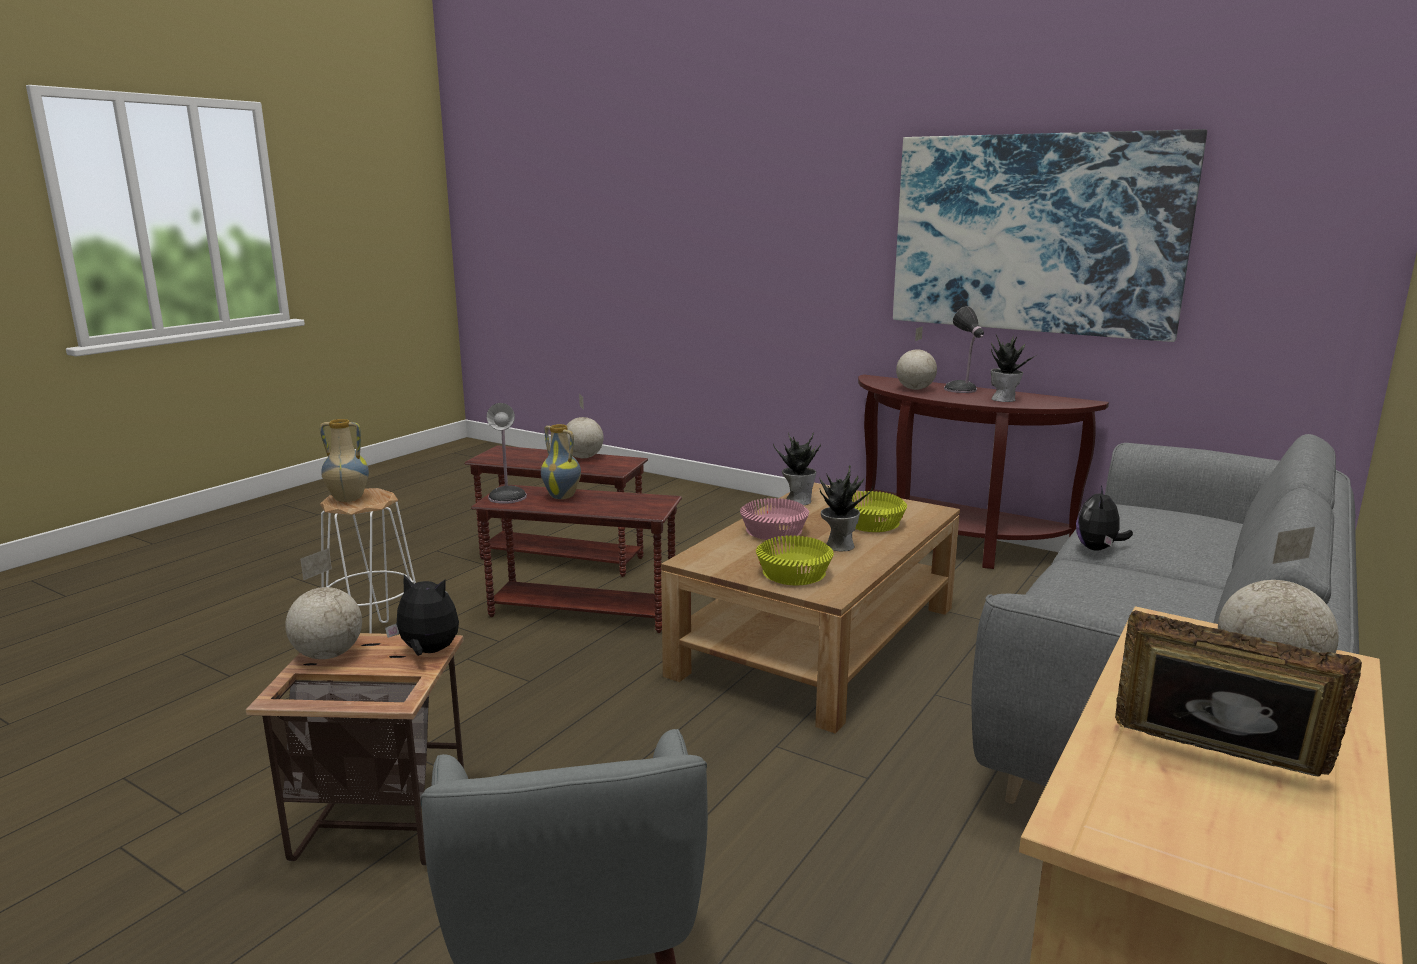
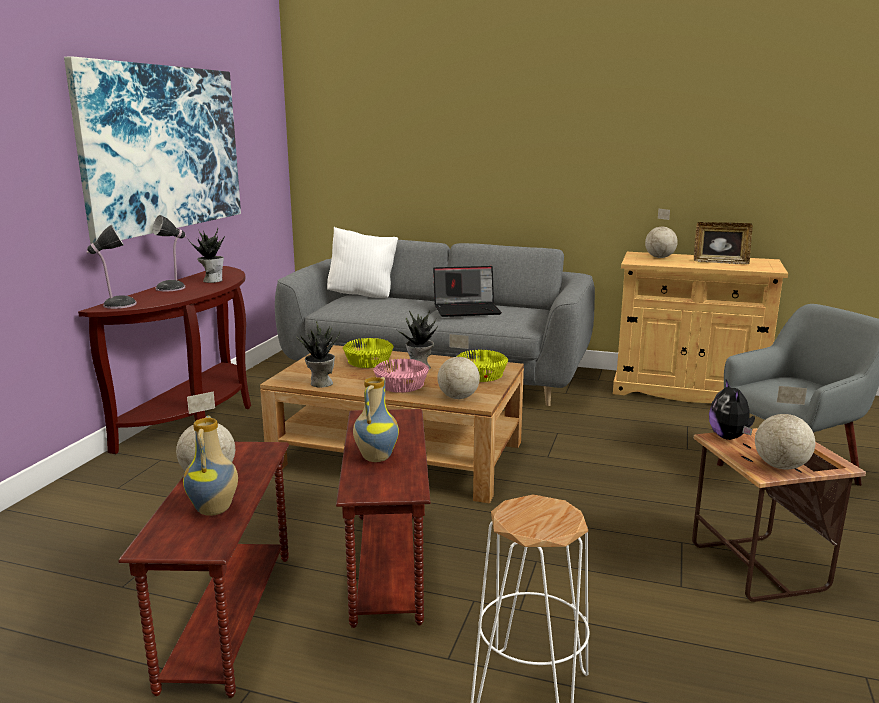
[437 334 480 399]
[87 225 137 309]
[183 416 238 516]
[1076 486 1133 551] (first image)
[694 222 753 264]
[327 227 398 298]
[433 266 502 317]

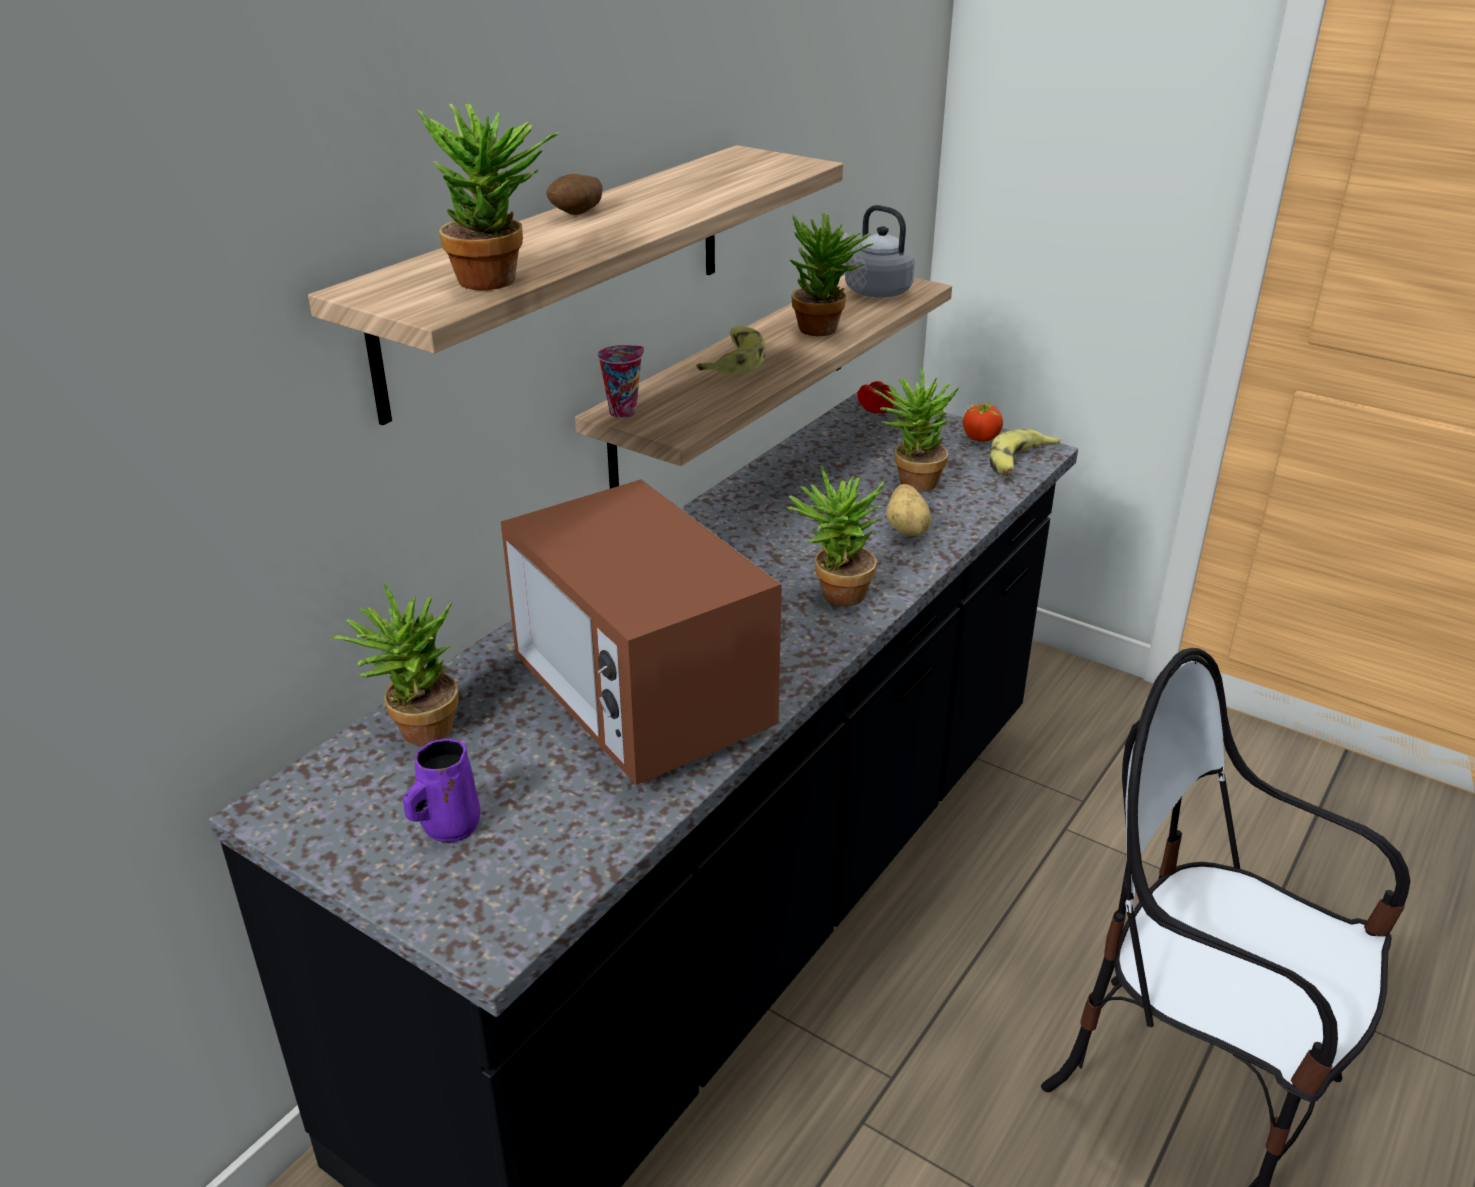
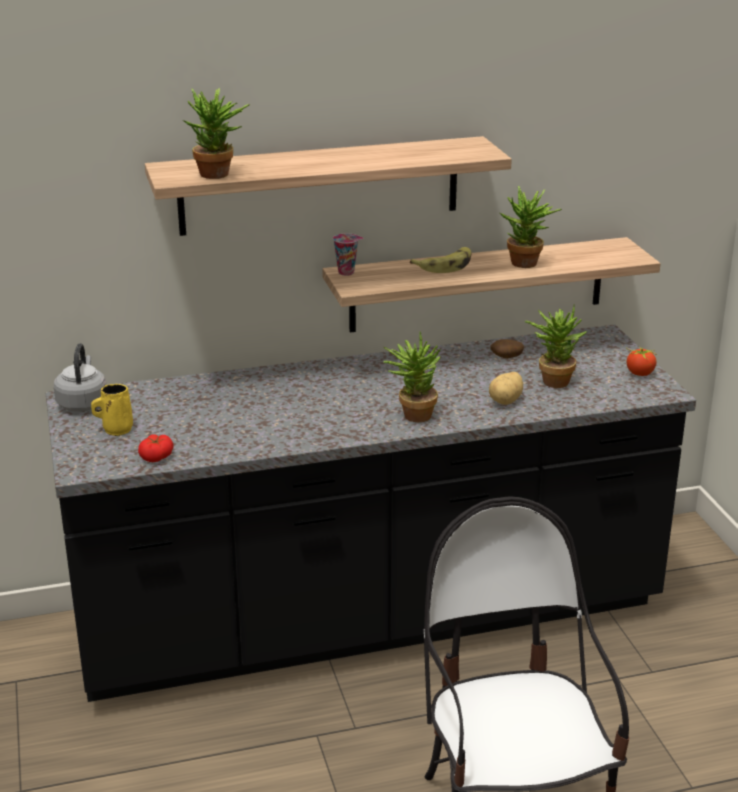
[490 339 524 359]
[54 343 106 412]
[138 434 174 462]
[990 429 1060 477] (first image)
[501 479 782 785] (first image)
[331 582 459 746] (first image)
[91 384 133 436]

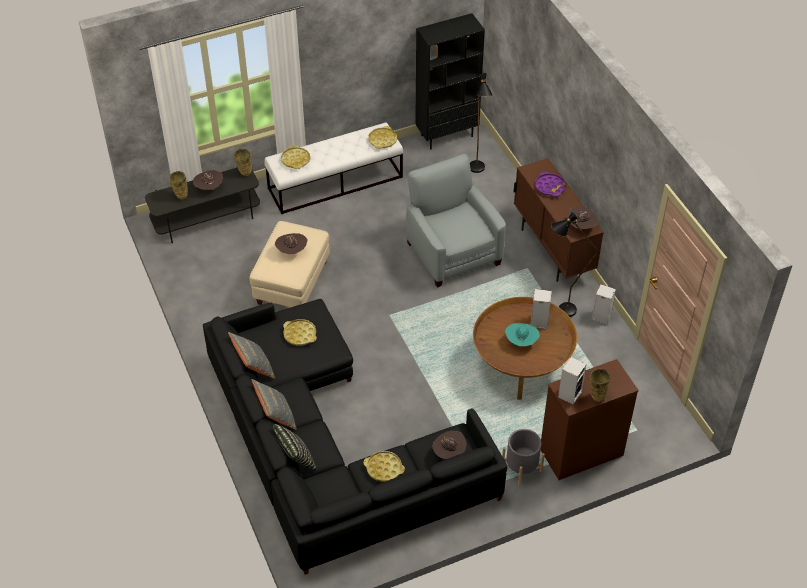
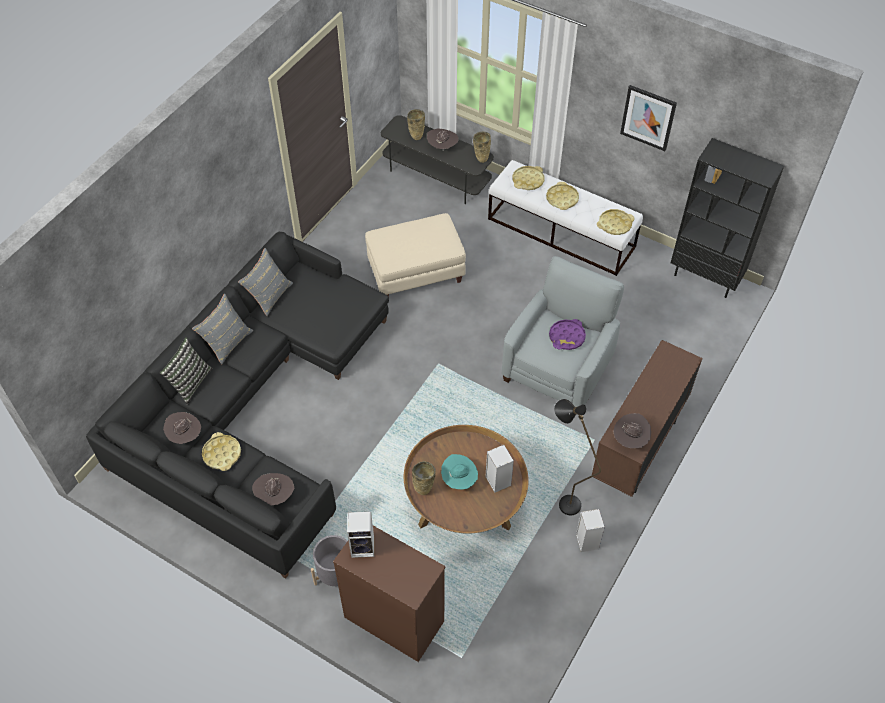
[470 73 493 173] (first image)
[549 319 586 350]
[163 412 201 444]
[546 182 579 210]
[412 461 436 495]
[620 85 677 151]

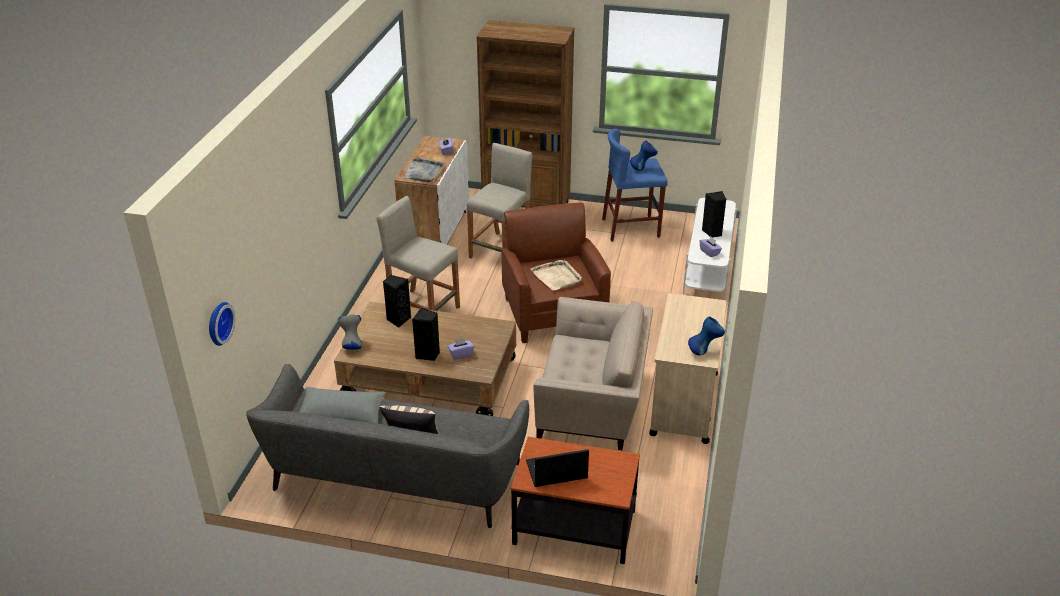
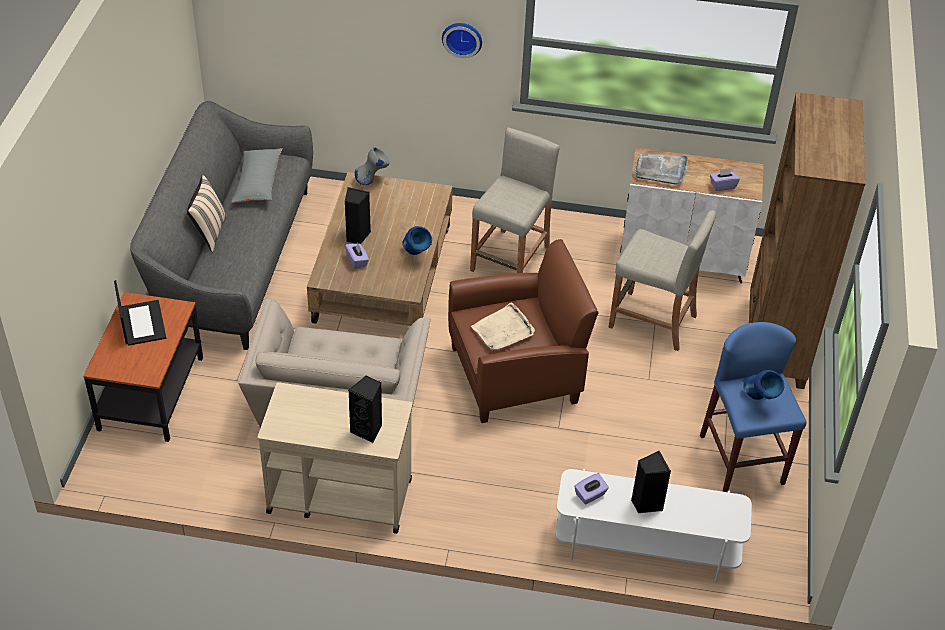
[348 376 382 443]
[442 23 482 58]
[402 226 432 255]

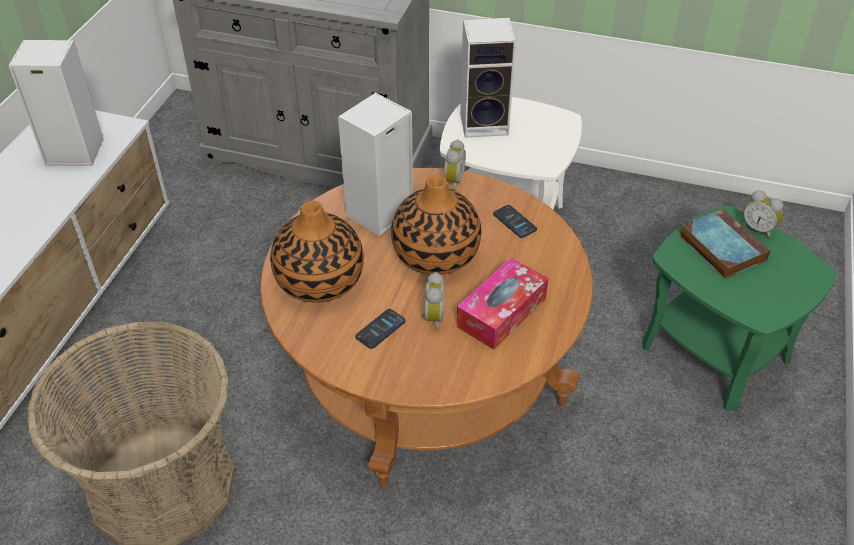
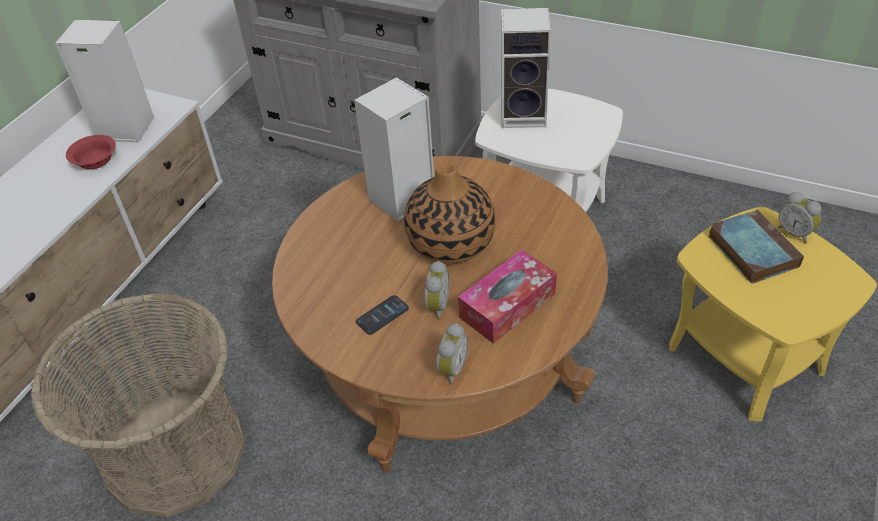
[436 323 468 385]
[270 200 364 303] (first image)
[493 205 537 238] (first image)
[669 207 877 422]
[66 135 116 169]

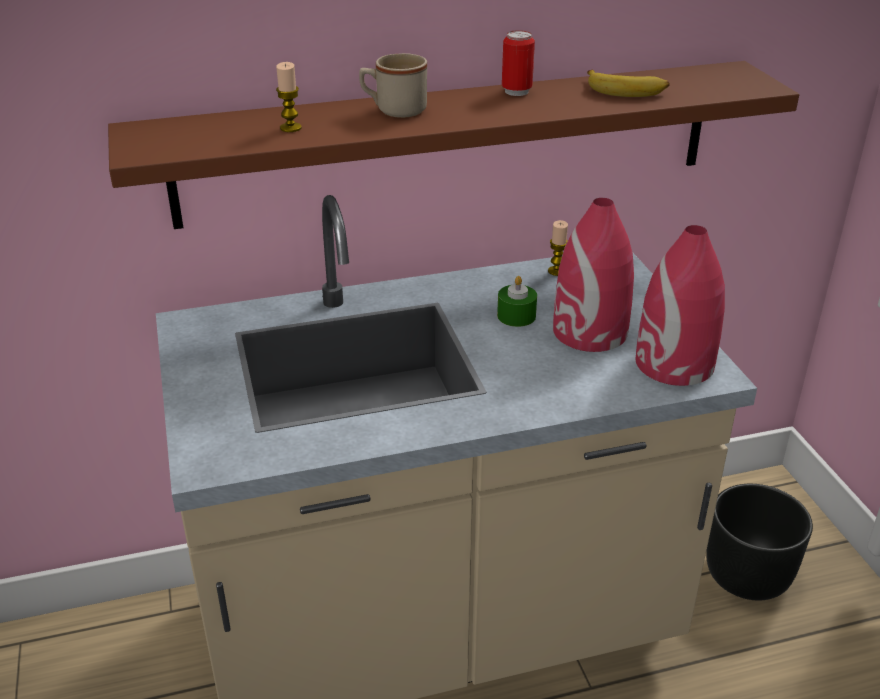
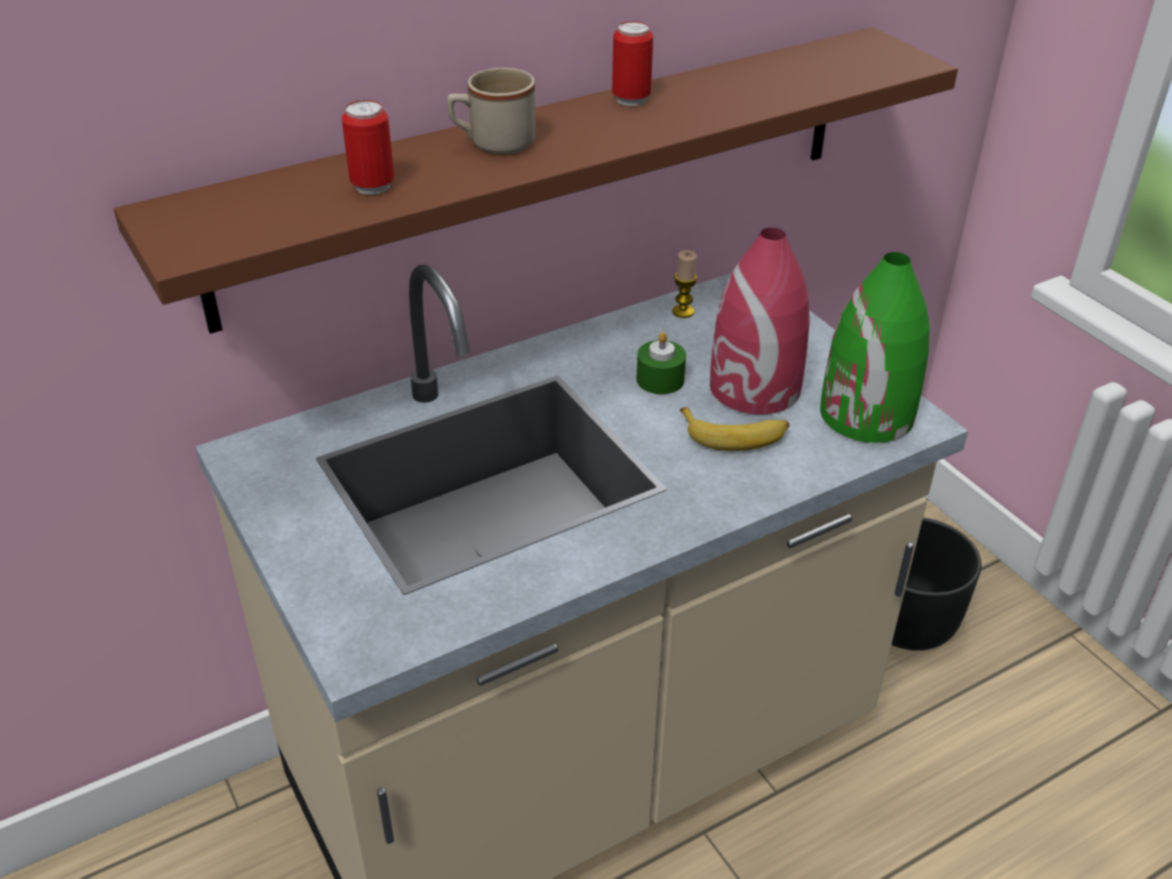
[341 100 394 195]
[680 407 789 451]
[820 252 930 443]

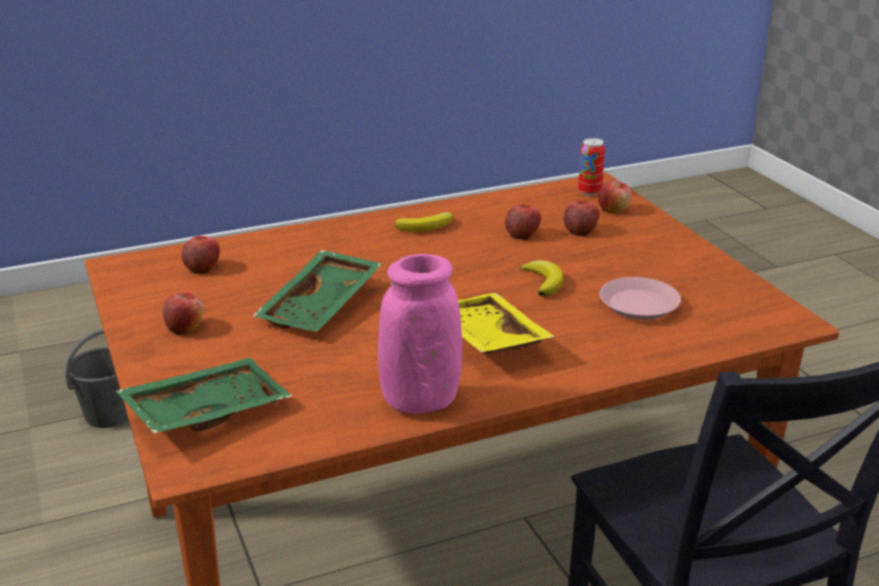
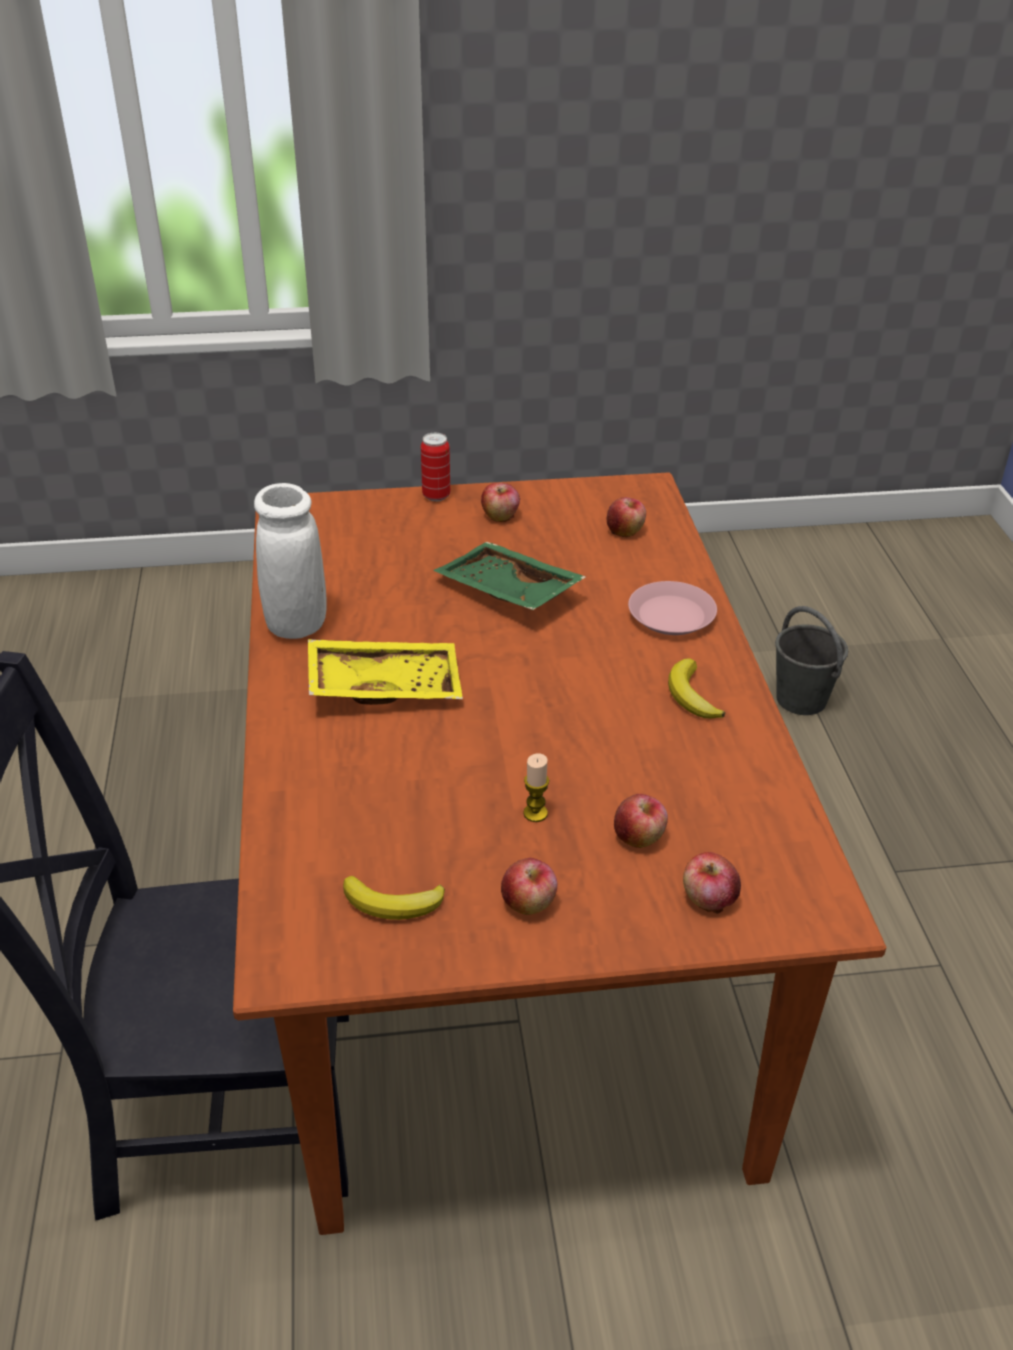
[421 433 450 501]
[501 858 558 915]
[254 483 326 639]
[343 876 445 920]
[628 581 717 635]
[116 358 292 433] (first image)
[523 753 549 822]

